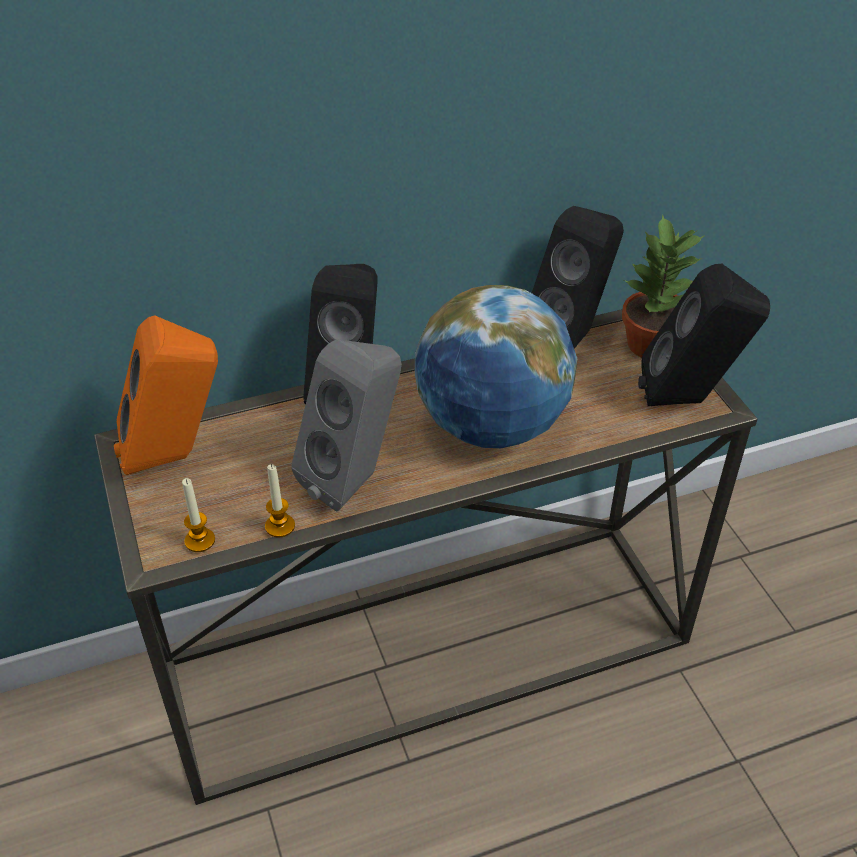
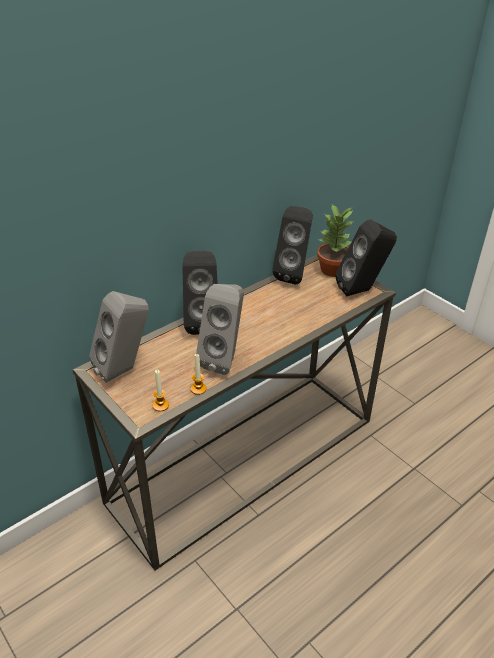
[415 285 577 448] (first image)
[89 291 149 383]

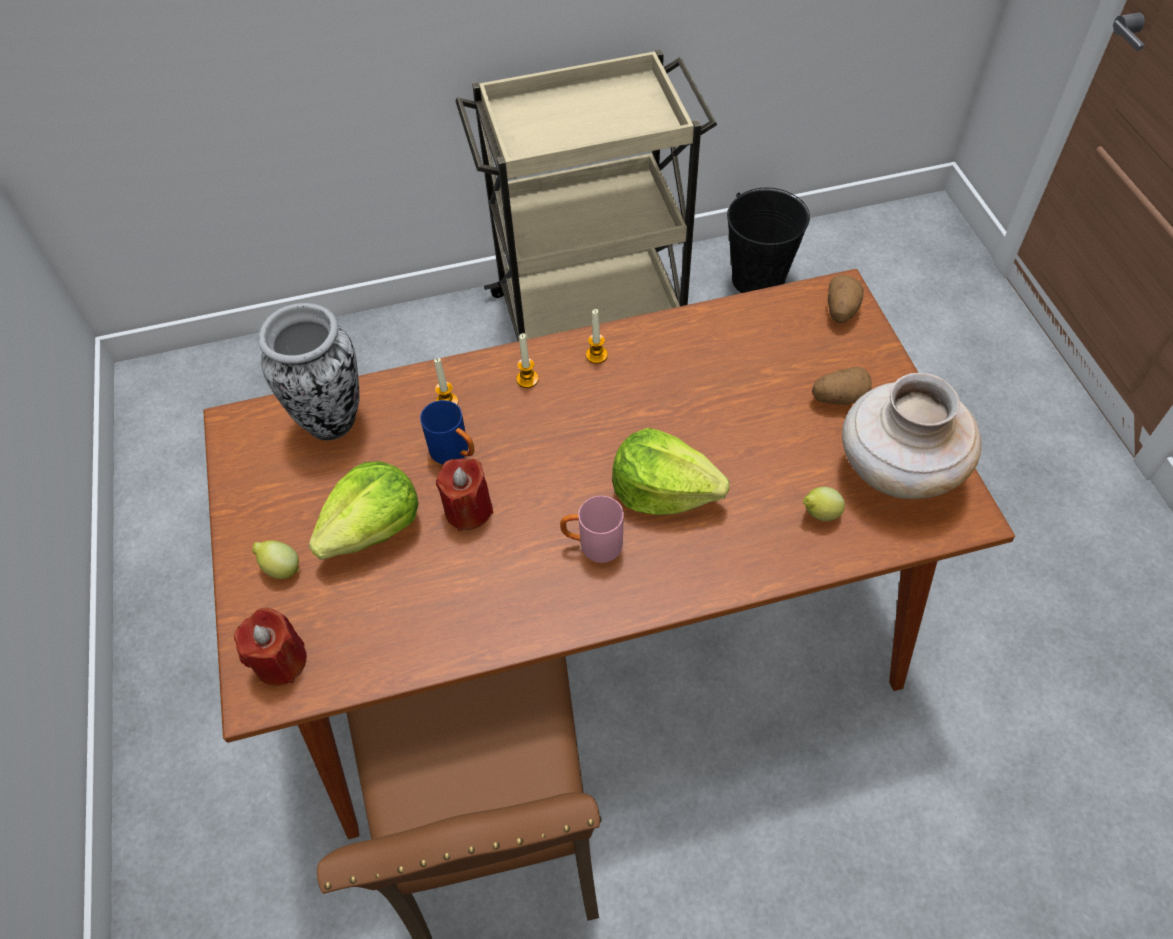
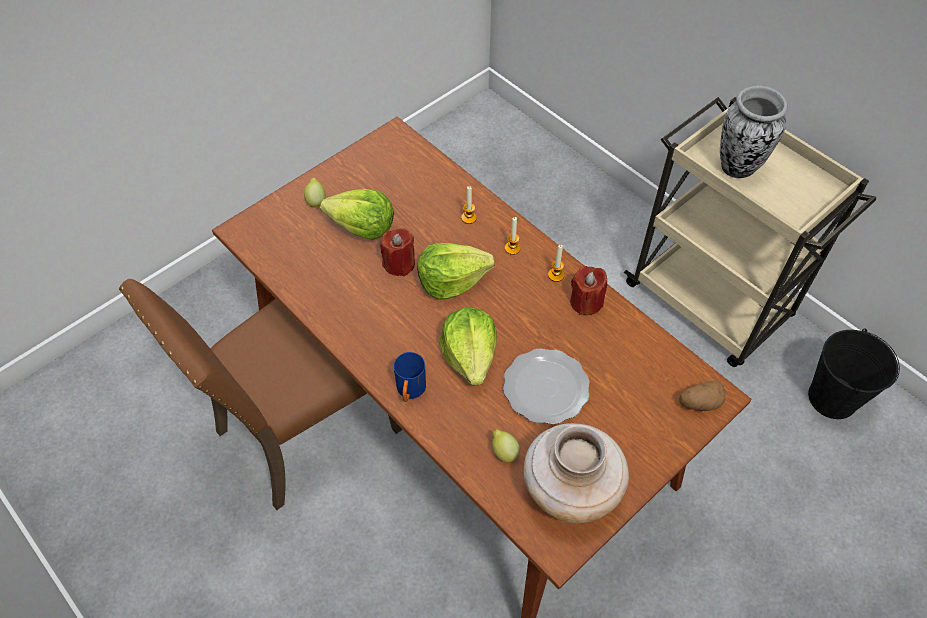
[720 85 788 178]
[812 367 872 405] (first image)
[394 352 426 402]
[560 496 624 563] (first image)
[570 266 607 315]
[417 243 495 300]
[503 348 590 424]

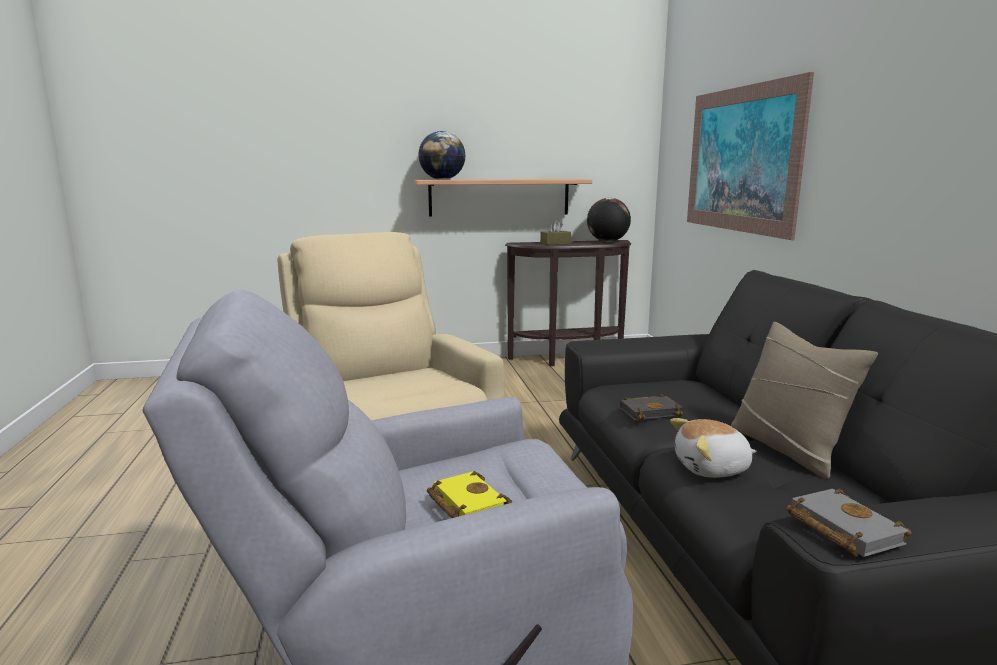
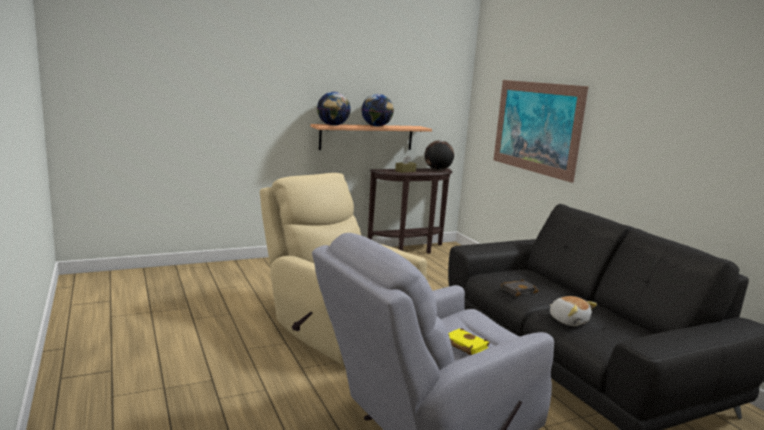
[731 322 878 479] (first image)
[550 296 597 326]
[786 489 911 557] (first image)
[362 94 394 127]

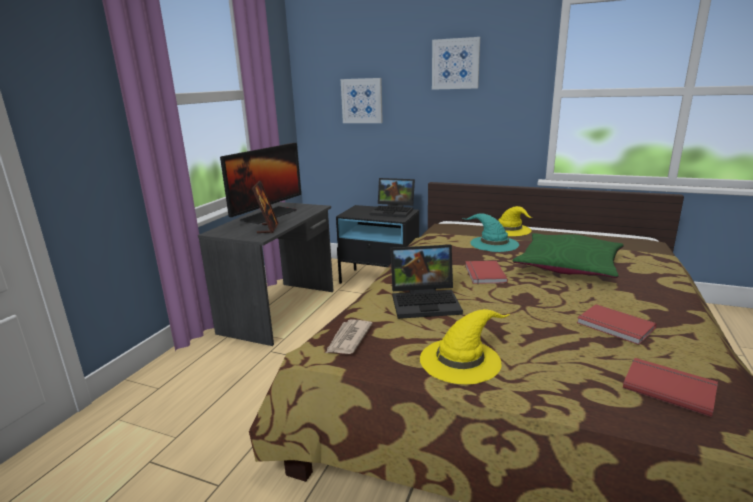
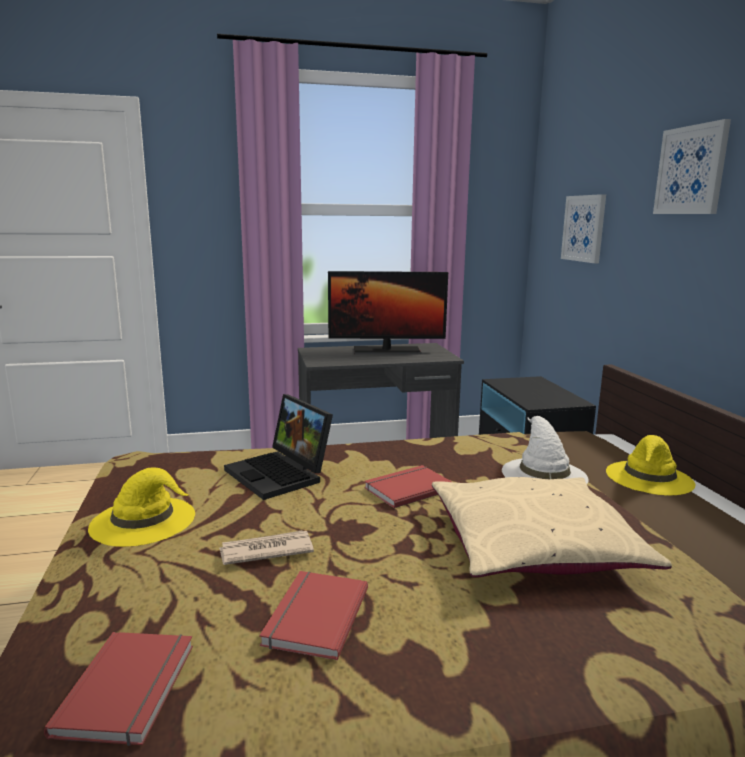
[370 178 415 218] (first image)
[252 181 278 233] (first image)
[502 416 589 484]
[432 477 672 577]
[219 530 314 565]

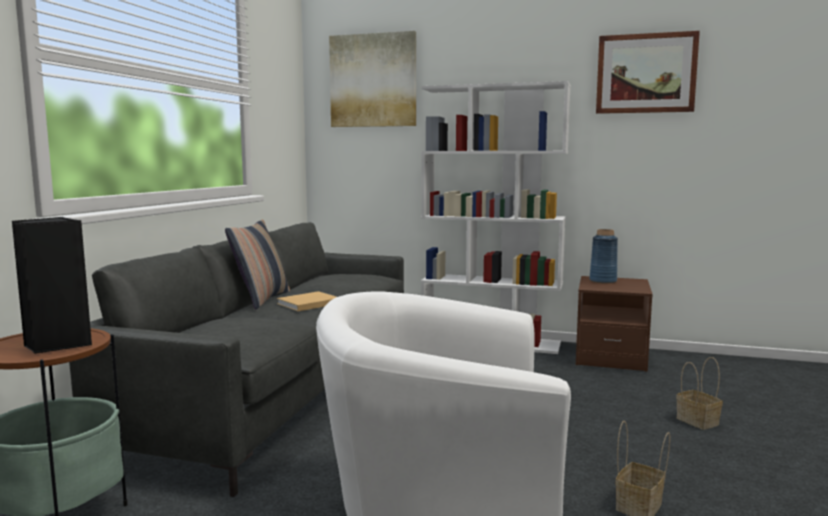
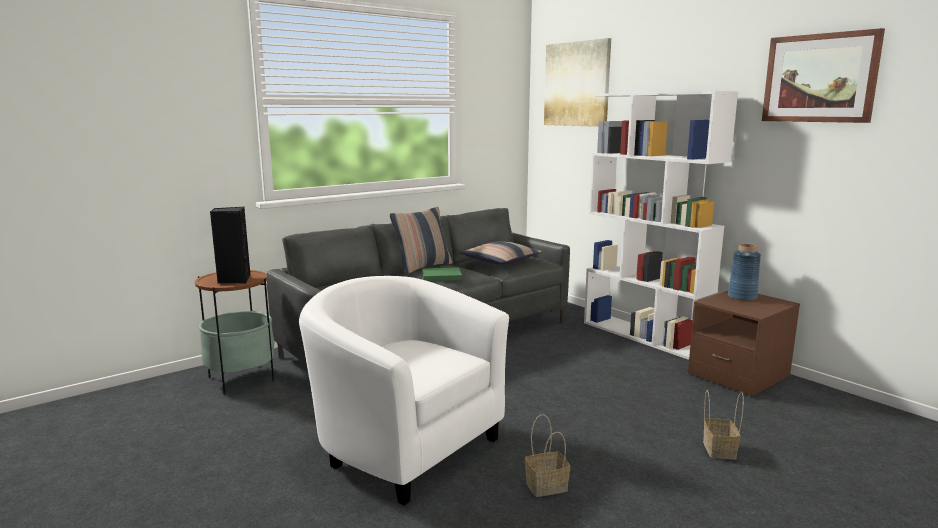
[422 267 462 281]
[459 241 542 264]

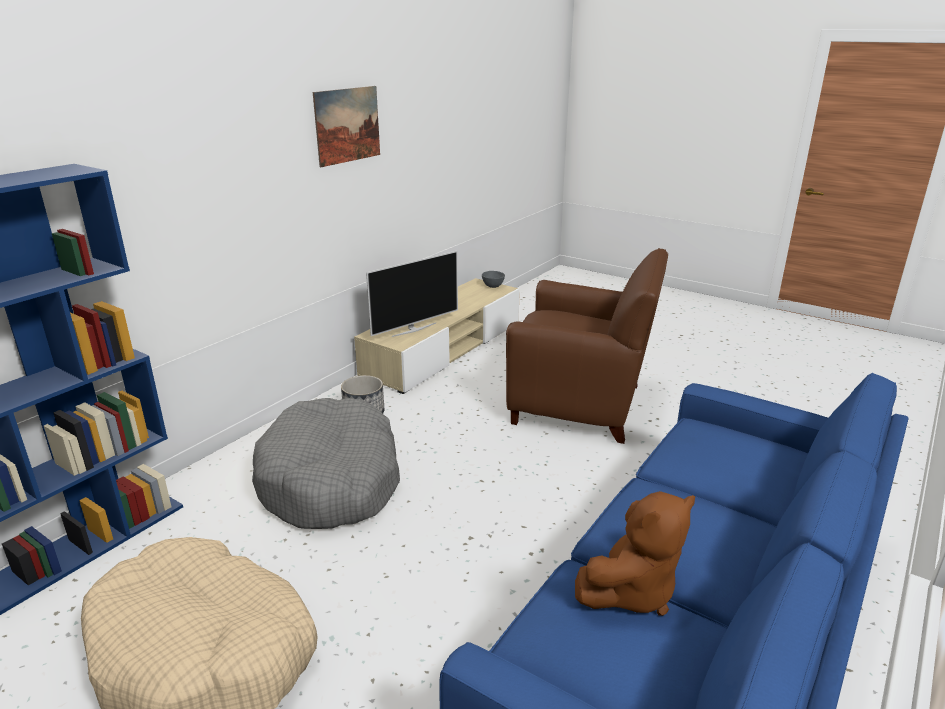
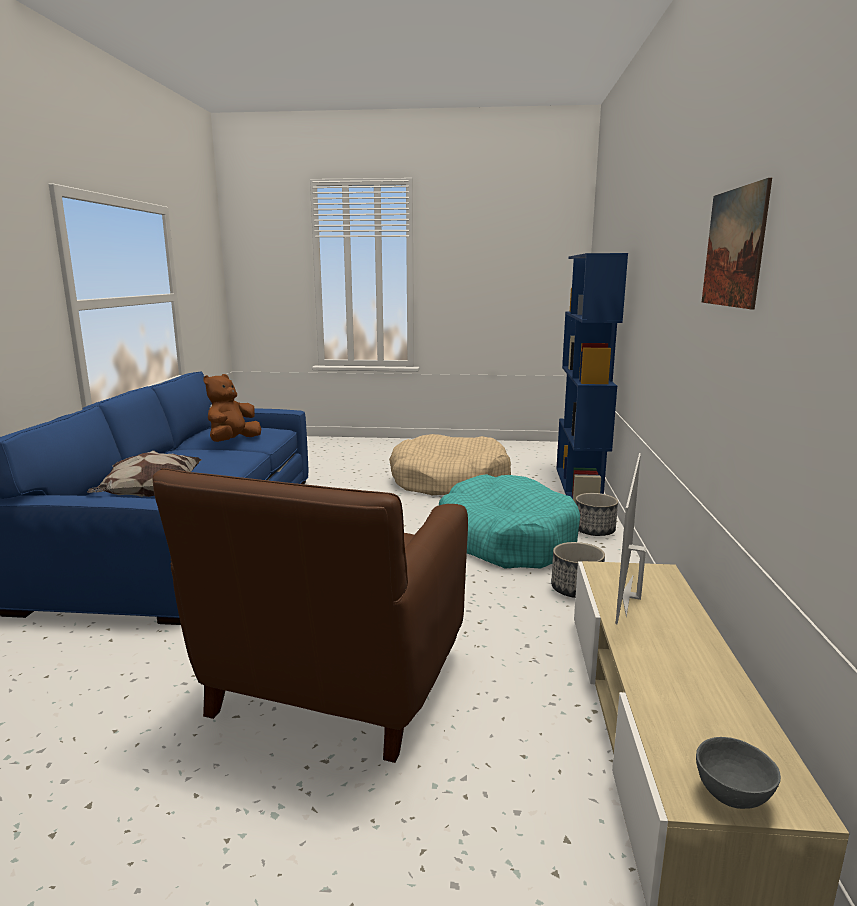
[152 468 468 763]
[439 474 580 569]
[87 450 202 497]
[575 493 618 536]

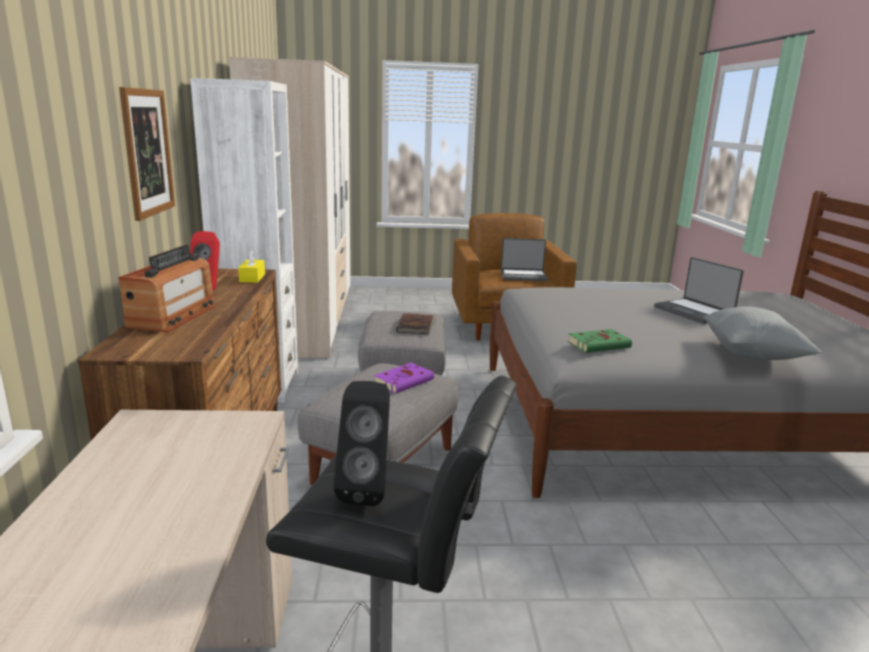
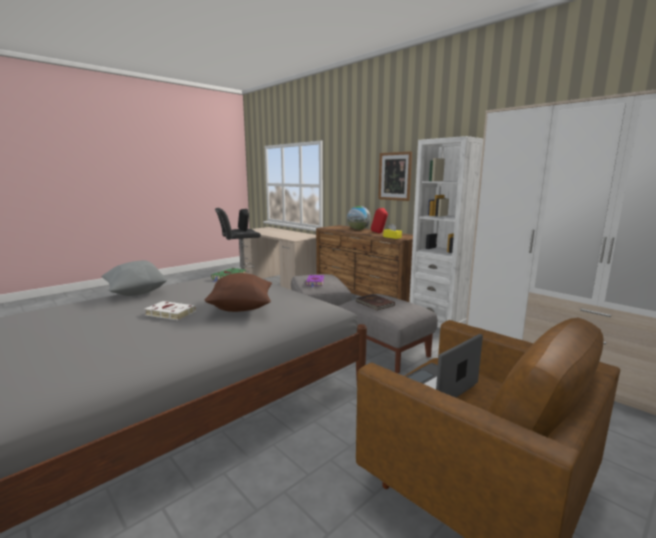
[347 206 371 230]
[145 301 196 320]
[204 273 272 312]

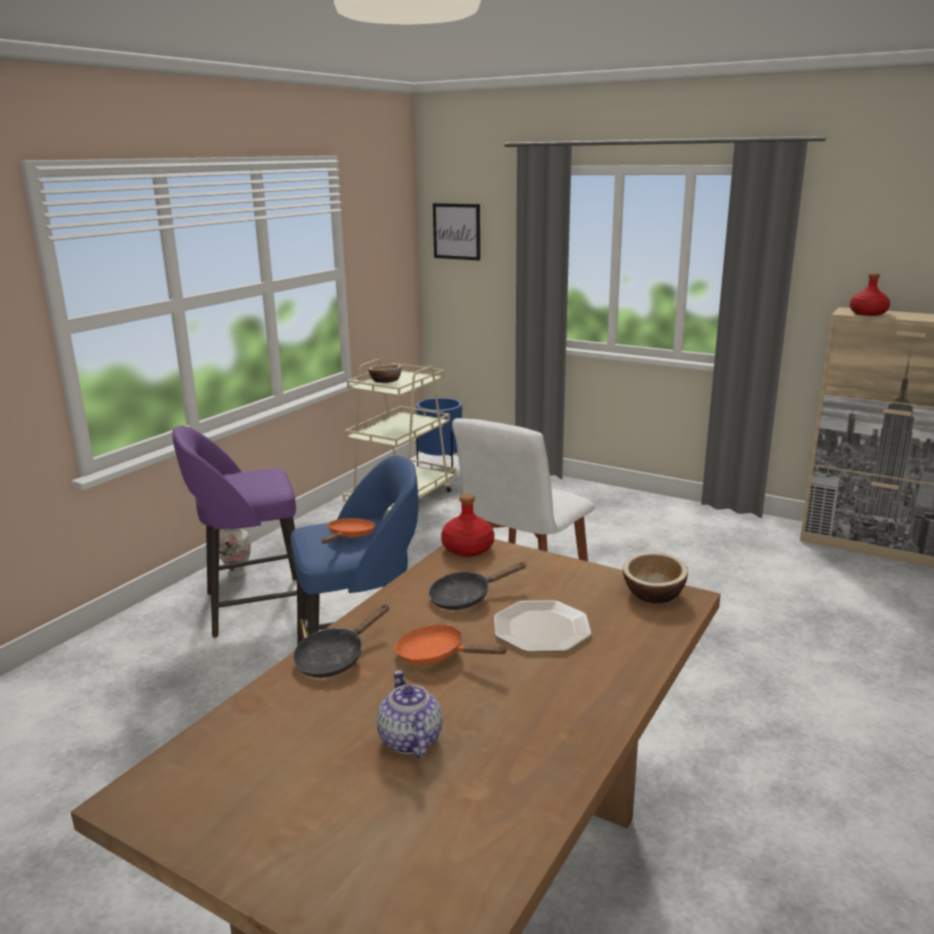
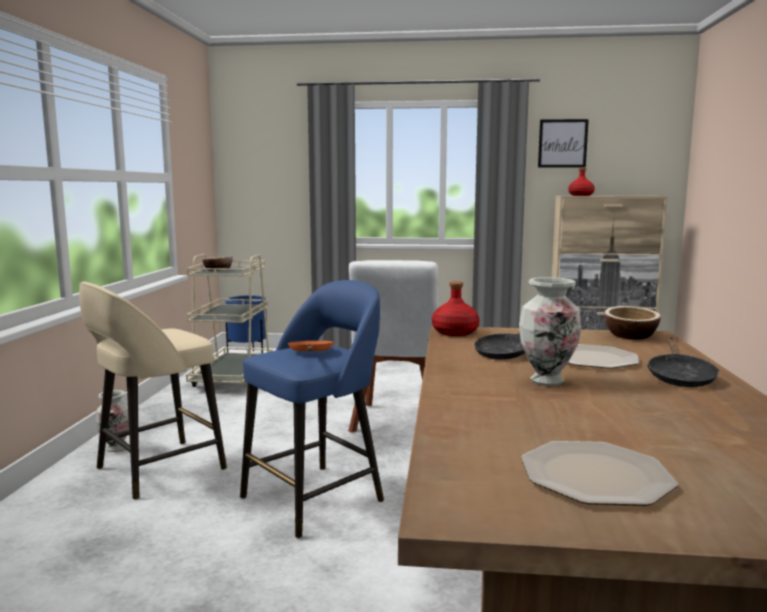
[538 119 589 168]
[79 282 227 500]
[647 337 719 387]
[519 277 582 386]
[377 670 442 758] (first image)
[521 441 678 506]

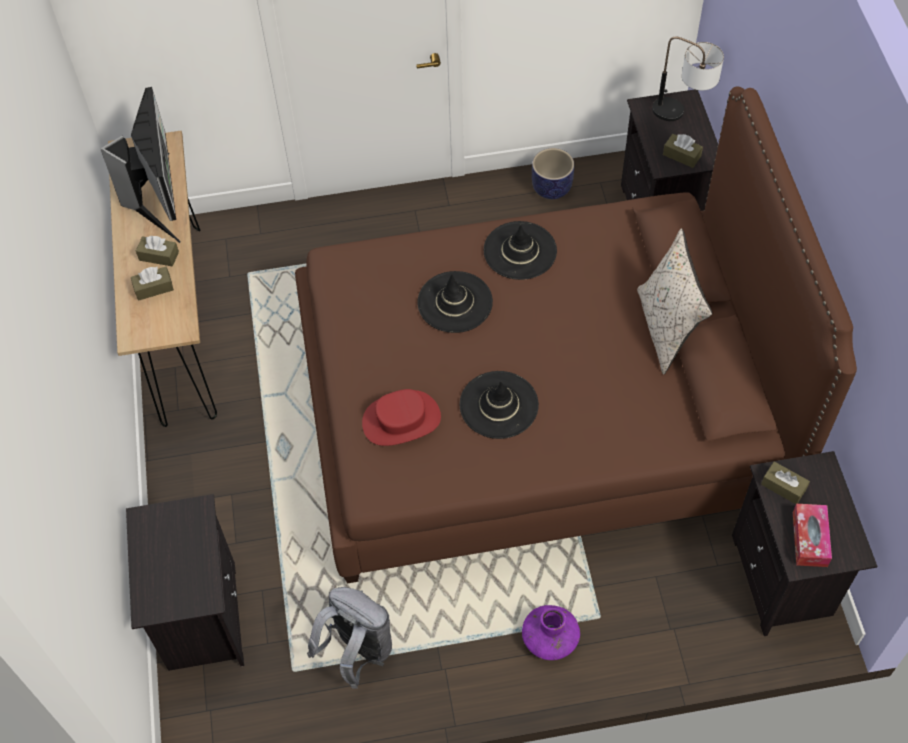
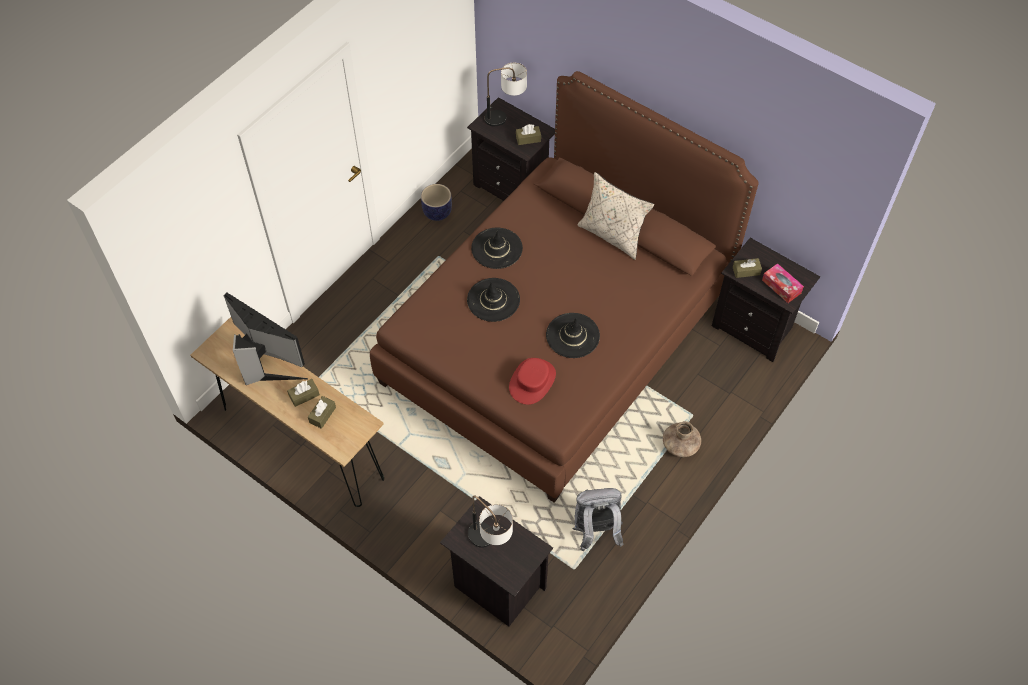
[663 421 701 457]
[468 495 513 548]

